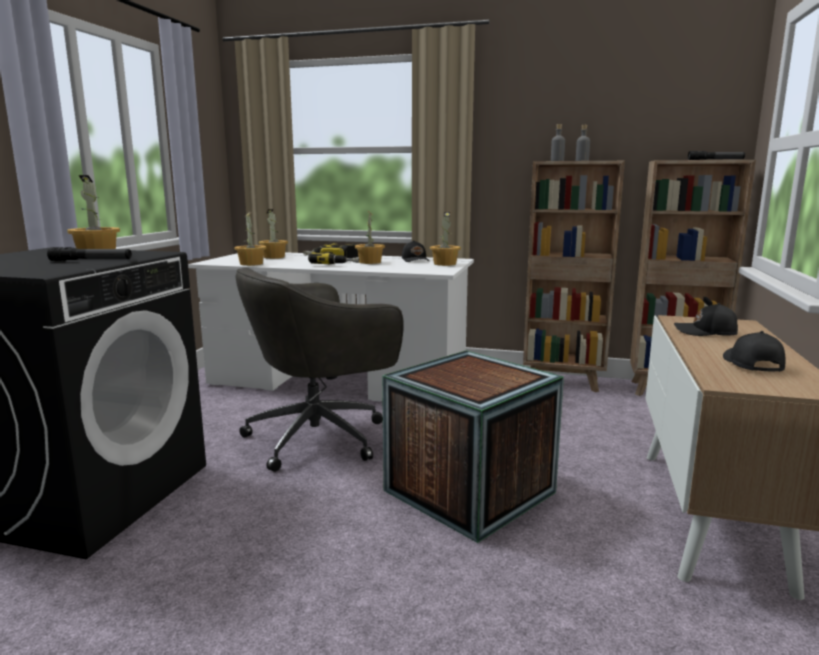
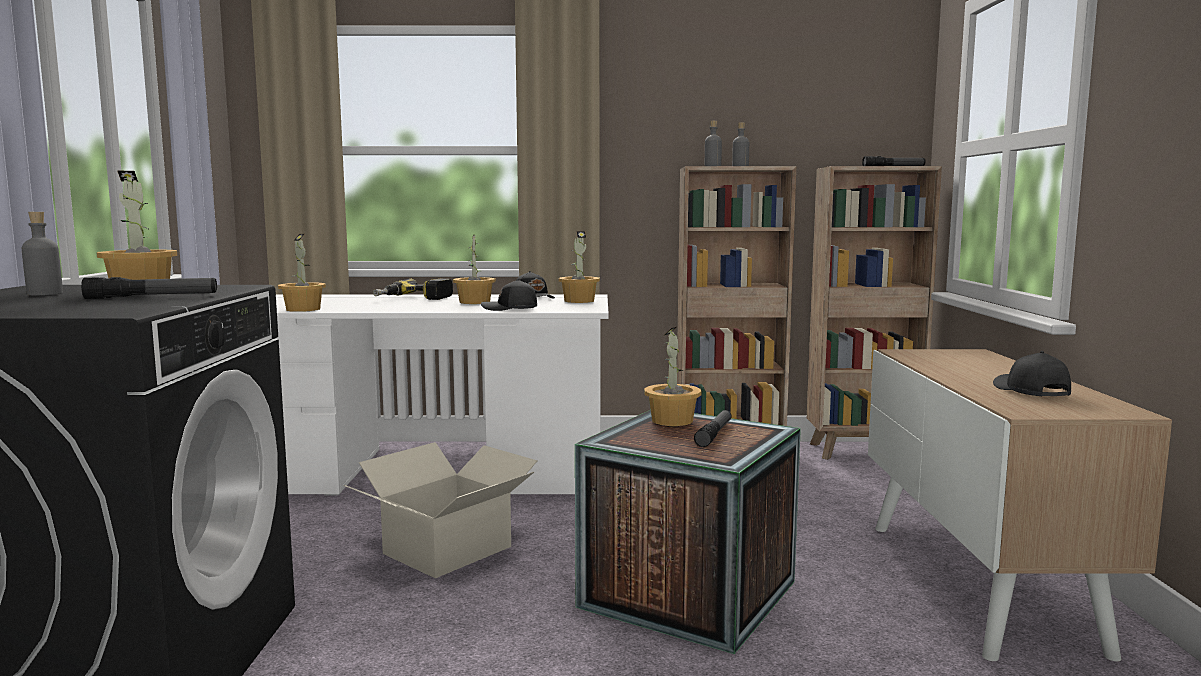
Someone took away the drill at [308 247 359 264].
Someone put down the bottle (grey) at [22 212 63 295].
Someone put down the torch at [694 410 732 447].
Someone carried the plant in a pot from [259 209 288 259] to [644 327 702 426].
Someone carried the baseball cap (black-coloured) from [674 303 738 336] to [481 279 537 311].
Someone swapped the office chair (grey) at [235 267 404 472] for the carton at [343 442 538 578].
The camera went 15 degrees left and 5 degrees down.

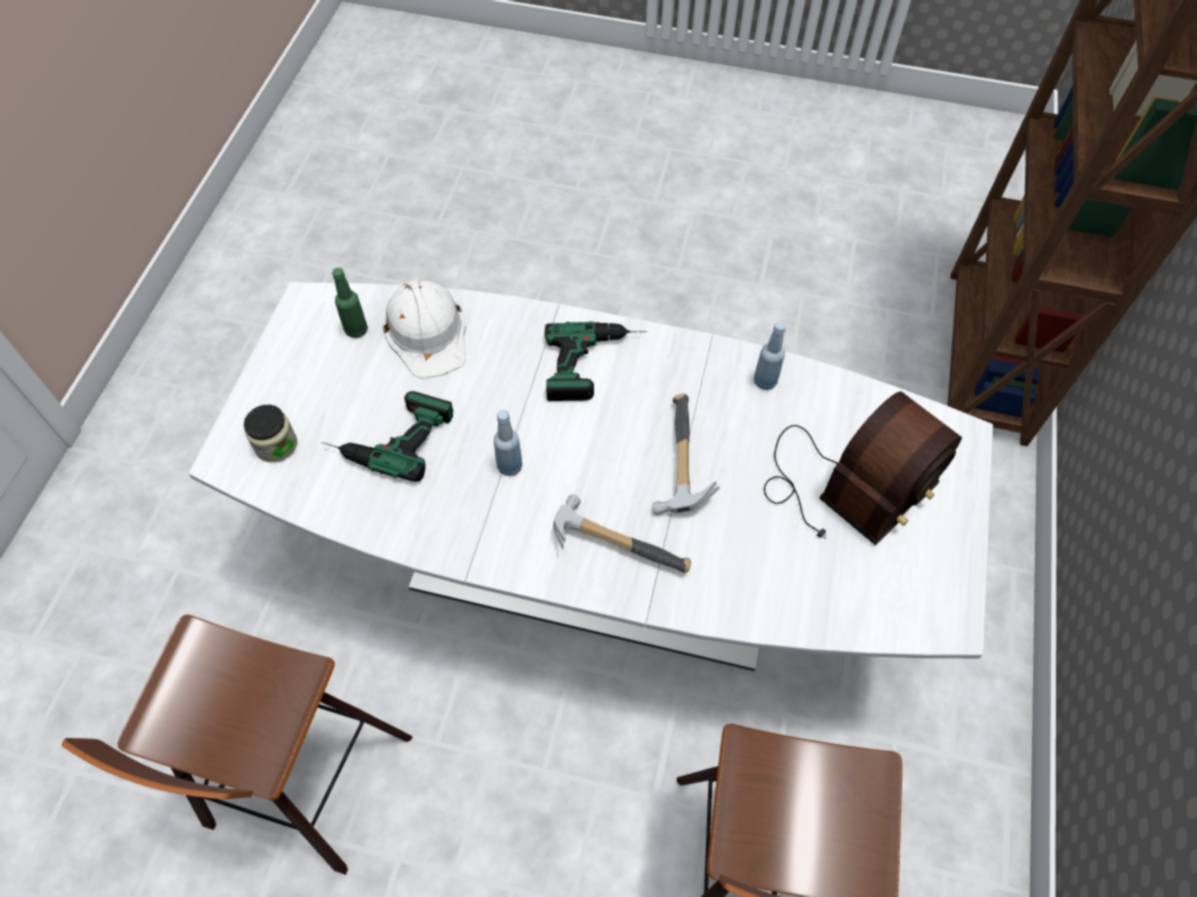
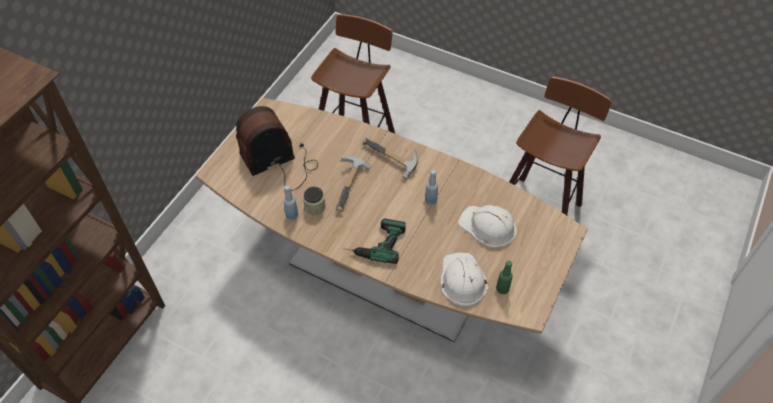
Someone carried the preserve jar from [244 405 297 462] to [303 187 325 215].
Someone swapped the drill at [321 391 453 482] for the work helmet (white-coloured) at [458 205 516 248].
Someone repainted the dinner table (white-coloured) at [188 282 993 671], which became the dinner table (brown) at [196 98 588 343].
The camera went 165 degrees left and 5 degrees down.

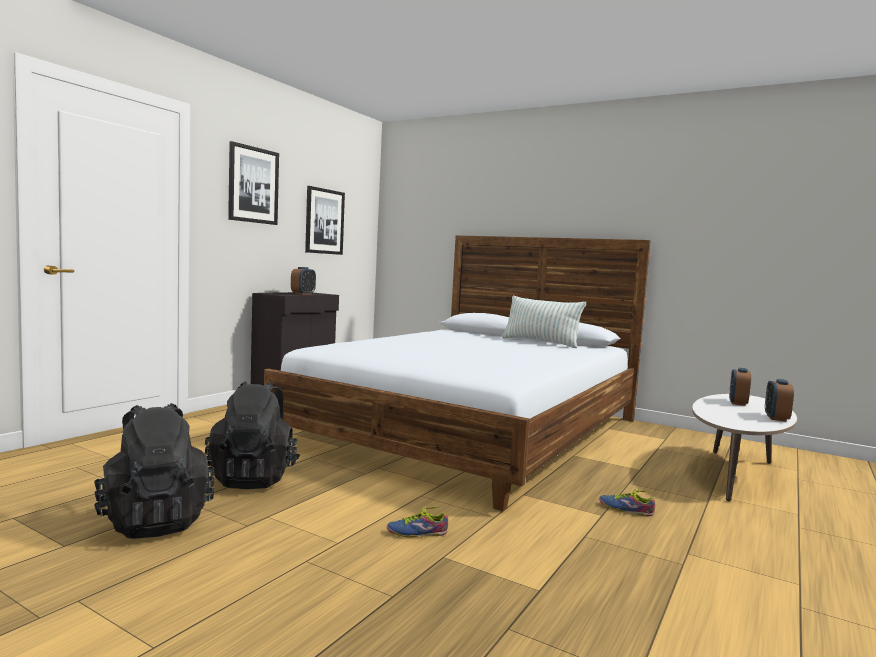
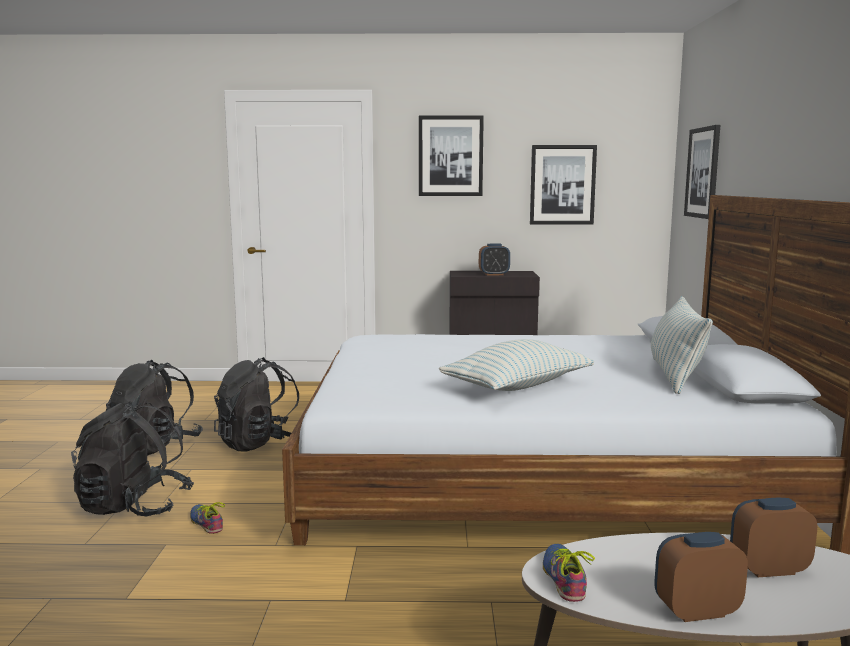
Someone put down the knapsack (black-coloured) at [71 403 194 516].
Someone put down the pillow at [439 339 594 391].
Someone put up the wall picture at [684 125 720 219].
Someone carried the shoe from [599 489 655 516] to [543 544 595 602].
The camera went 60 degrees right and 5 degrees up.

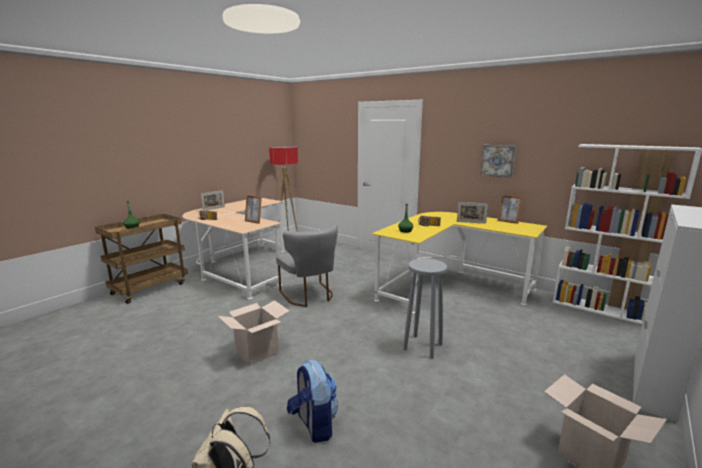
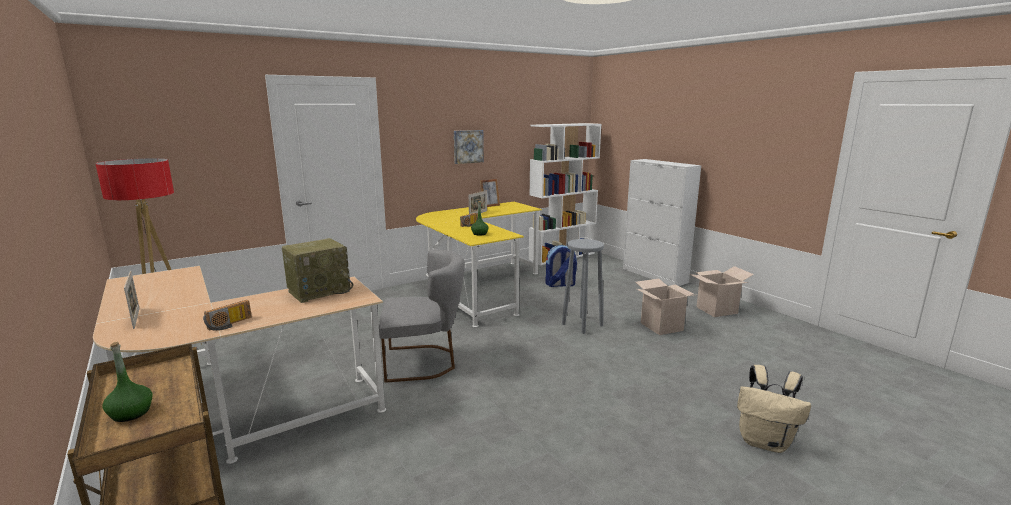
Someone carried the carton from [218 300 290 366] to [636 279 698 335].
Someone carried the knapsack from [287 360 338 443] to [545 245 577 287].
Someone swapped the photo frame at [245 195 262 224] for the radio receiver at [282 238 353 303].
The camera went 70 degrees left and 0 degrees up.

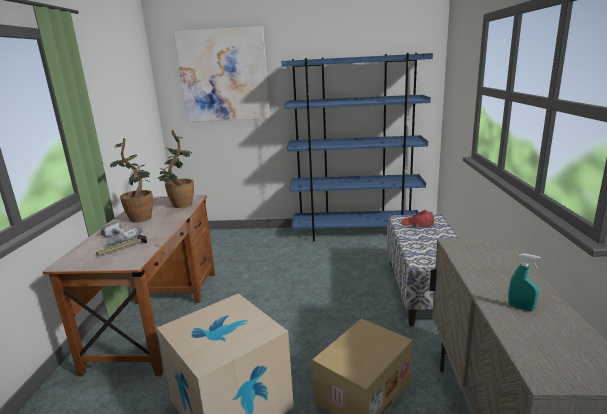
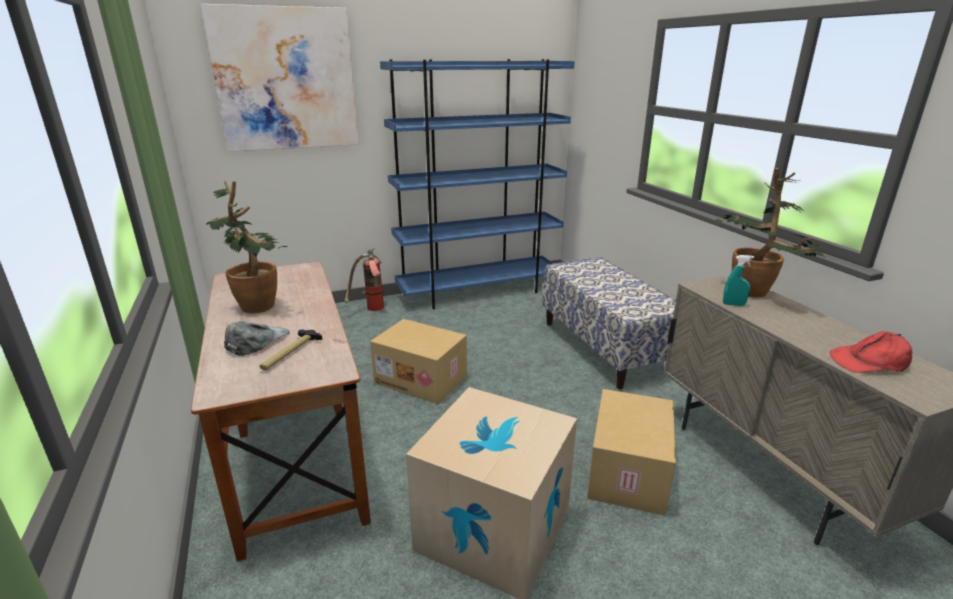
Someone put down the extinguisher at [345 248 384 311].
Someone put down the carton at [370 319 467 404].
Someone carried the plant in a pot from [158 130 194 208] to [716 168 825 297].
Someone carried the baseball cap (reddish) from [401 210 434 227] to [829 331 912 373].
Someone carried the hand sprayer (blue-green) from [508 253 540 311] to [723 255 754 306].
Someone swapped the drill at [101 222 142 245] for the baseball cap (grey) at [224 321 290 356].
The camera went 25 degrees left and 5 degrees up.

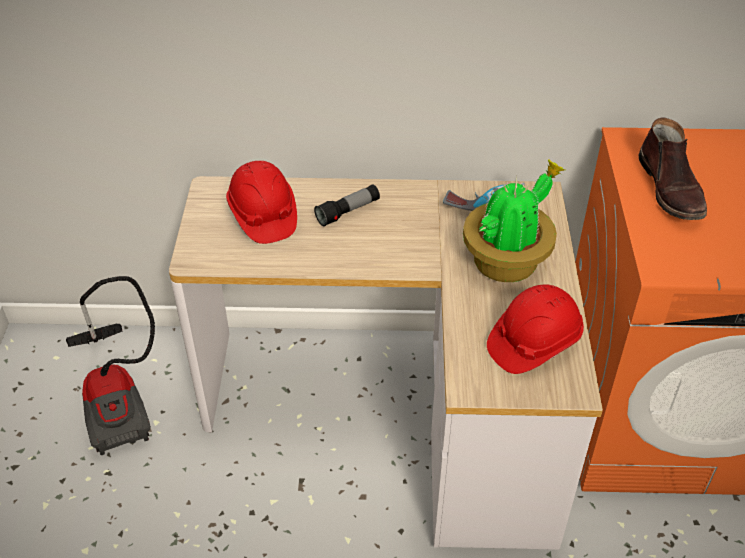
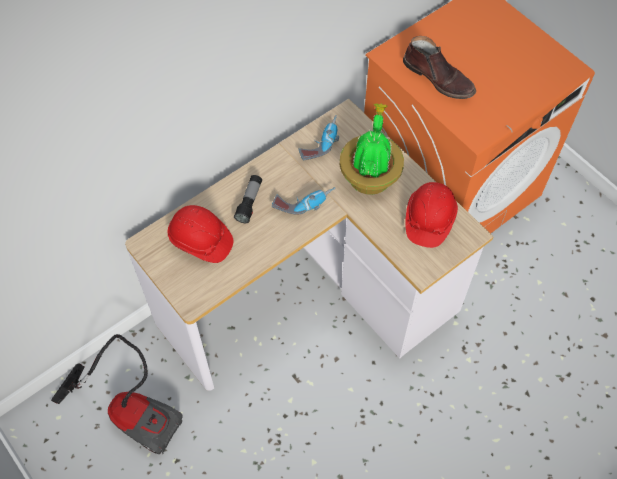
Someone put down the drill at [272 187 336 215].
The camera went 40 degrees left and 15 degrees up.

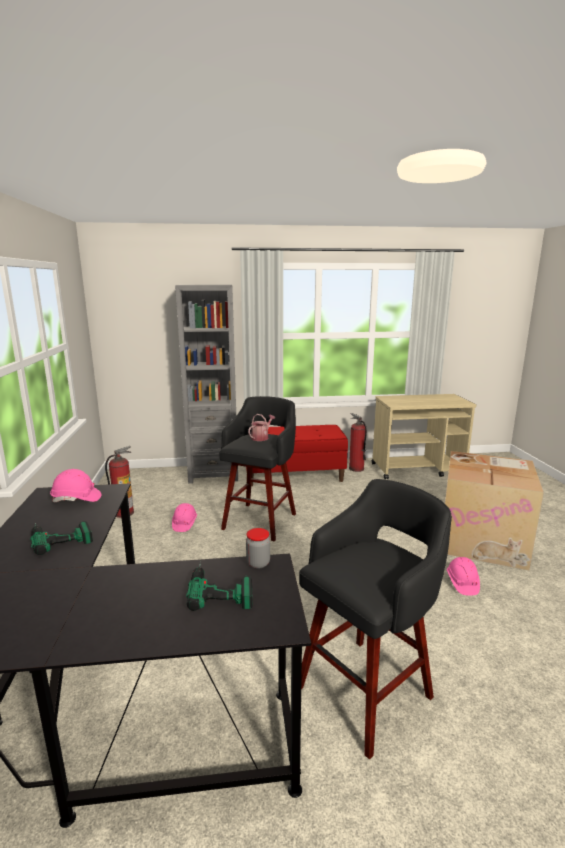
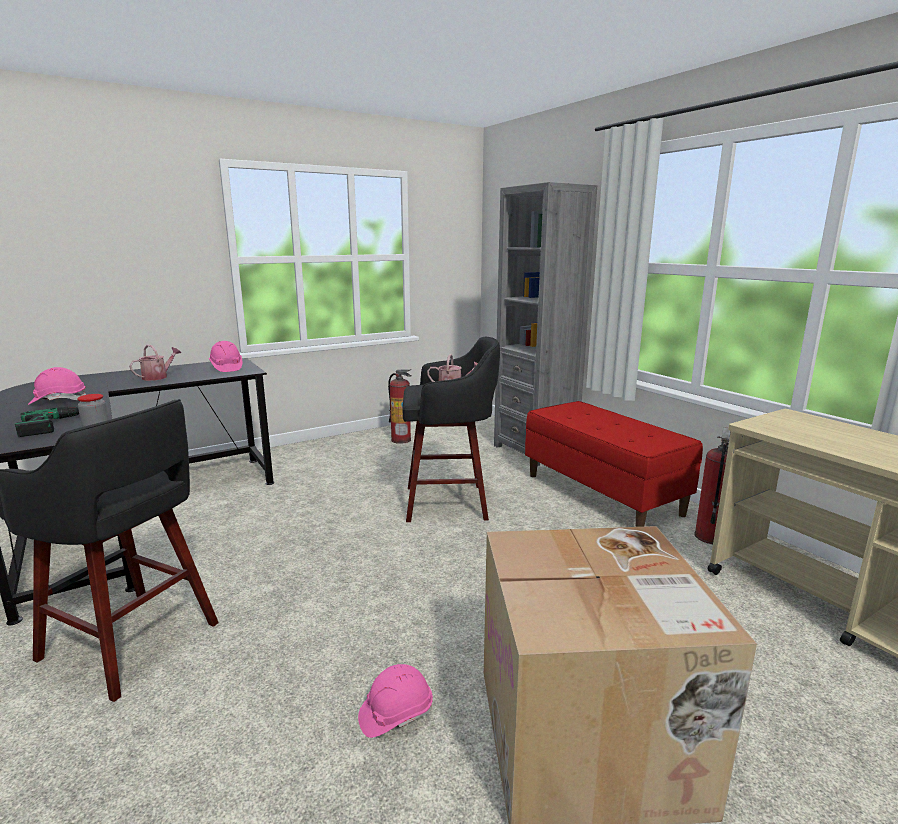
Someone carried the work helmet (pink-coloured) from [172 503 197 532] to [28 367 86 405].
Someone swapped the drill at [30 521 93 555] for the watering can at [129 345 181 381].
The camera went 65 degrees right and 0 degrees up.

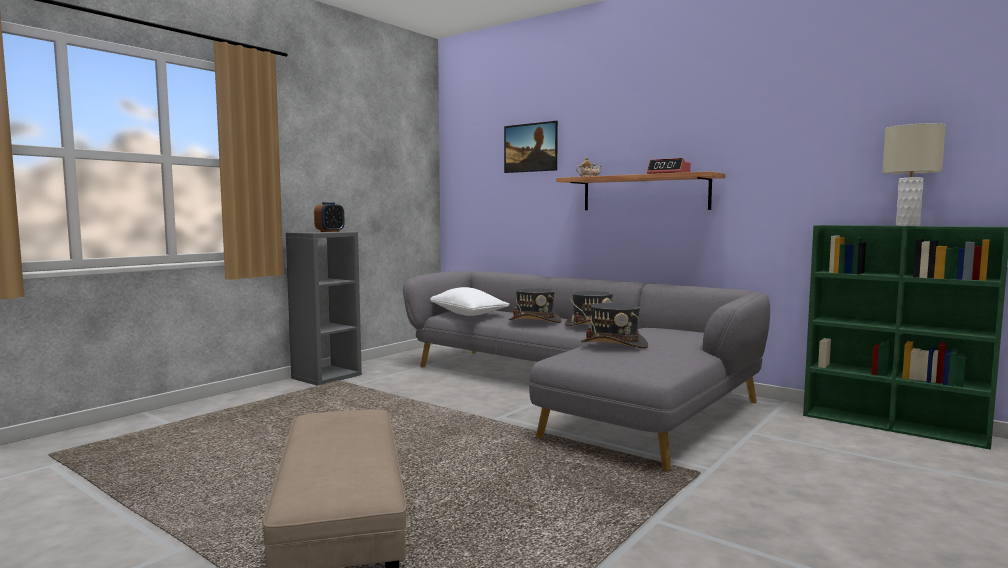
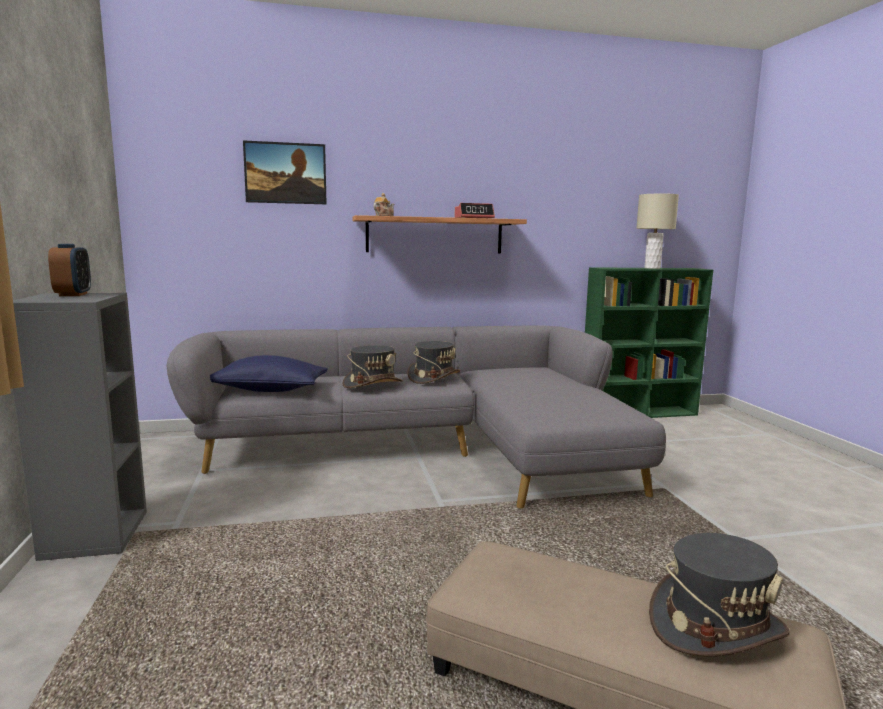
Someone carried the hat (grey) from [581 303 648 349] to [649 533 790 657].
Someone repainted the pillow (white-coloured) at [430 287 510 316], which became the pillow (blue-coloured) at [210 355 328 392].
The camera went 50 degrees left and 5 degrees up.

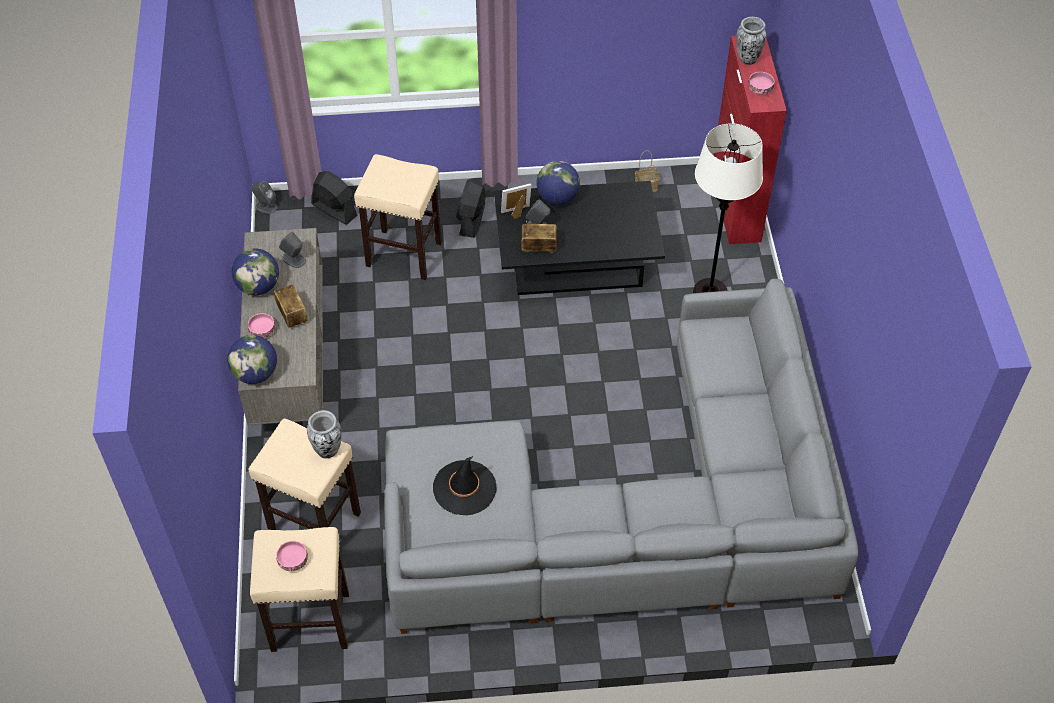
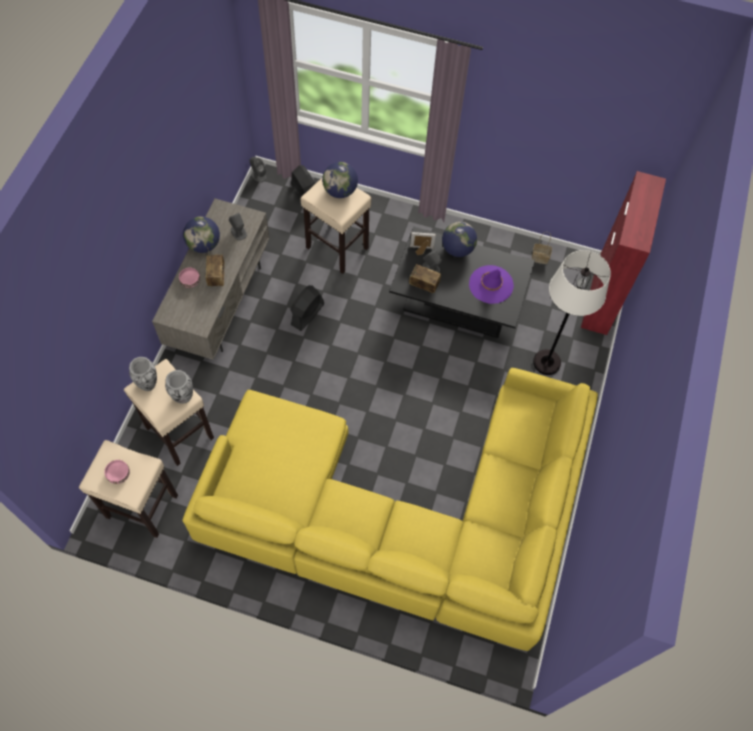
Someone took away the hat (black-coloured) at [433 456 497 515].
Someone took away the serving bowl (pink-coloured) at [748 72 775 95].
Someone put down the hat (purple-coloured) at [469 265 514 304].
Someone carried the world globe from [227 335 277 384] to [322 162 358 198].
Someone carried the electric fan (black-coloured) from [456 179 486 238] to [290 285 324 331].
Someone carried the decorative vase from [736 17 766 65] to [129 357 157 391].
Someone repainted the settee (grey) at [385 279 859 634], which became the settee (yellowish) at [182 368 598 651].
The camera went 20 degrees right and 10 degrees up.

